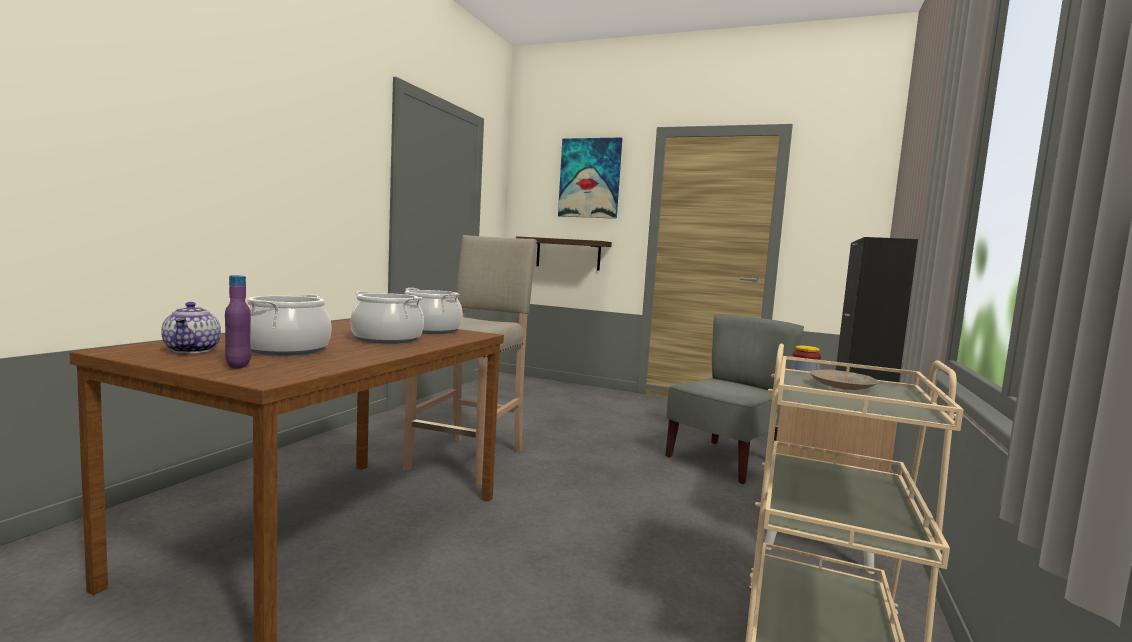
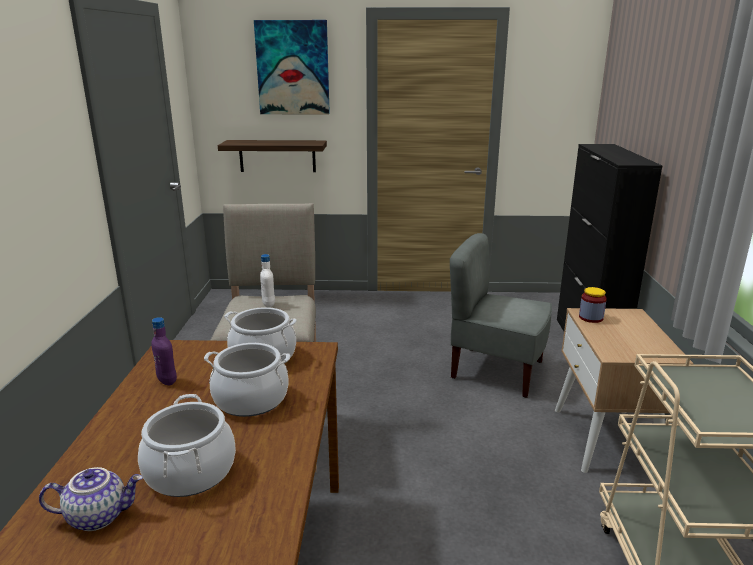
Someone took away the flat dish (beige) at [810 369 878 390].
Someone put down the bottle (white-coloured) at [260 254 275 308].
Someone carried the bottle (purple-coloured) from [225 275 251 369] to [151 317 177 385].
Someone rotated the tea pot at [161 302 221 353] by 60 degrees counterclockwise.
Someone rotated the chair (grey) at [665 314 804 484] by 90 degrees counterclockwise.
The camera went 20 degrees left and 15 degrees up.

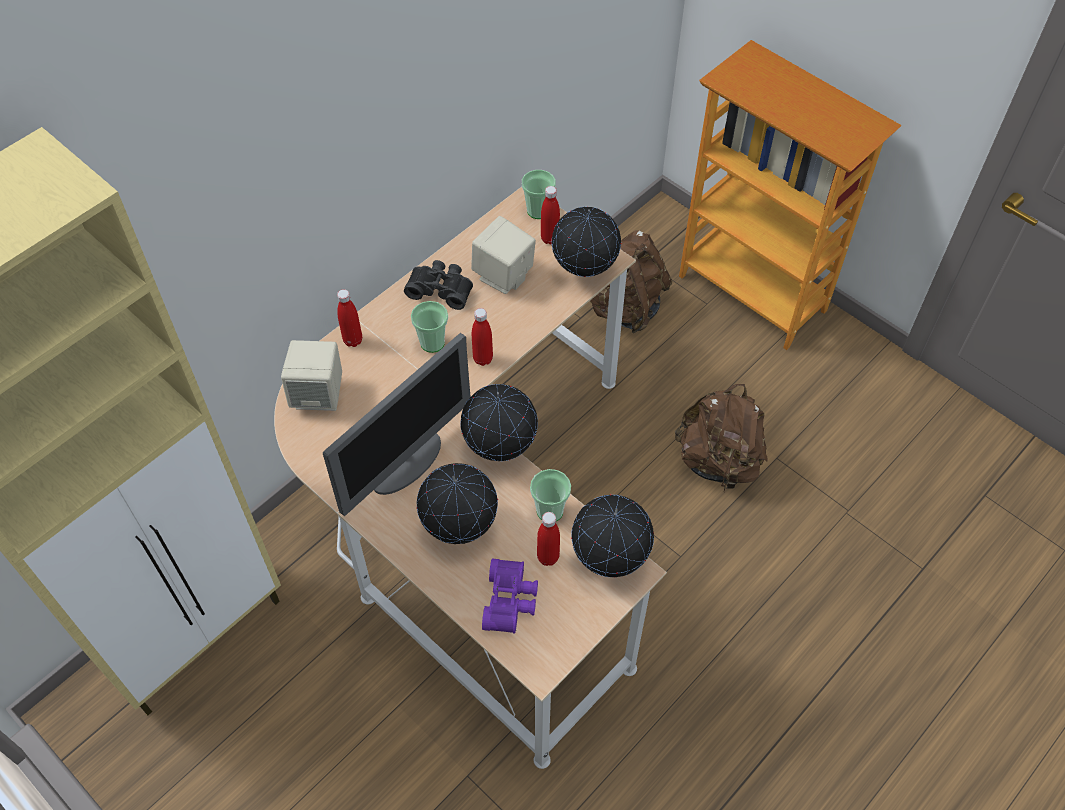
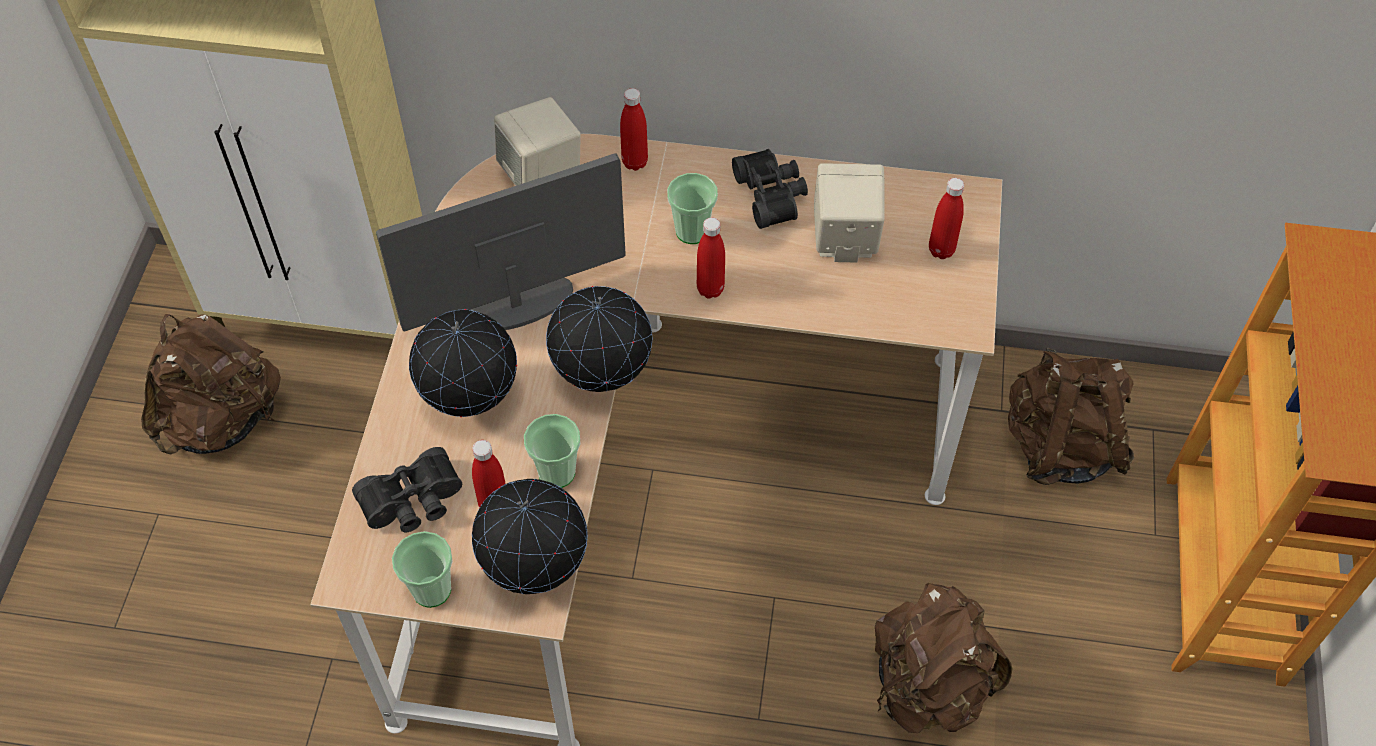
Someone took away the world globe at [551 207 621 277].
Someone put down the knapsack (brown) at [141 314 281 454].
Someone carried the small cup from [522 170 556 219] to [392 531 453 608].
Someone repainted the binoculars (purple-coloured) at [482 559 538 634], which became the binoculars (black-coloured) at [352 447 462 532].
Someone rotated the monitor at [323 333 471 516] by 150 degrees clockwise.
The camera went 55 degrees right and 0 degrees up.

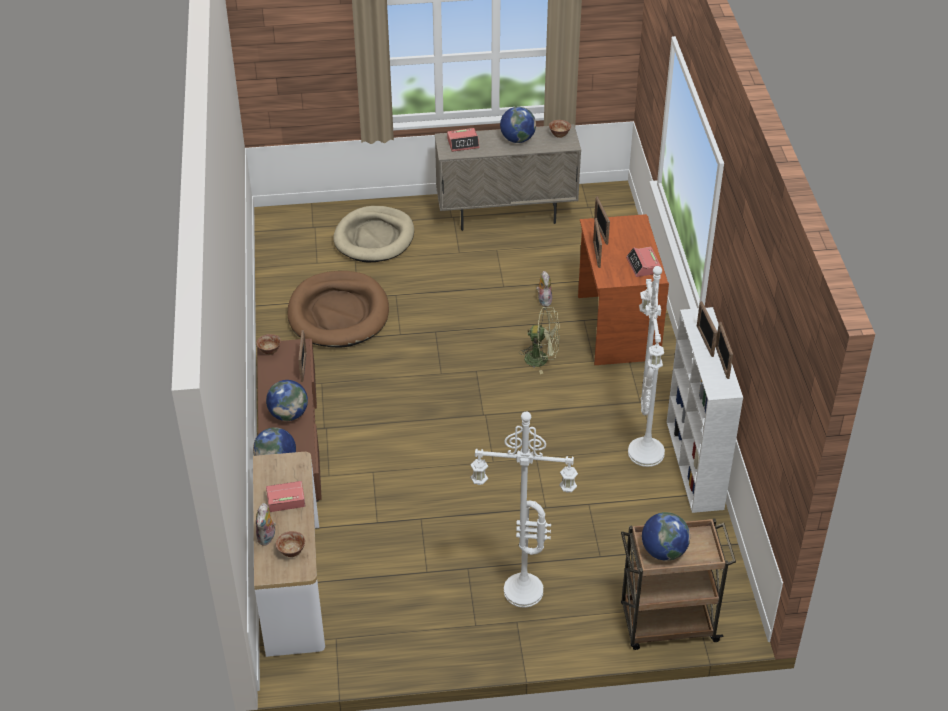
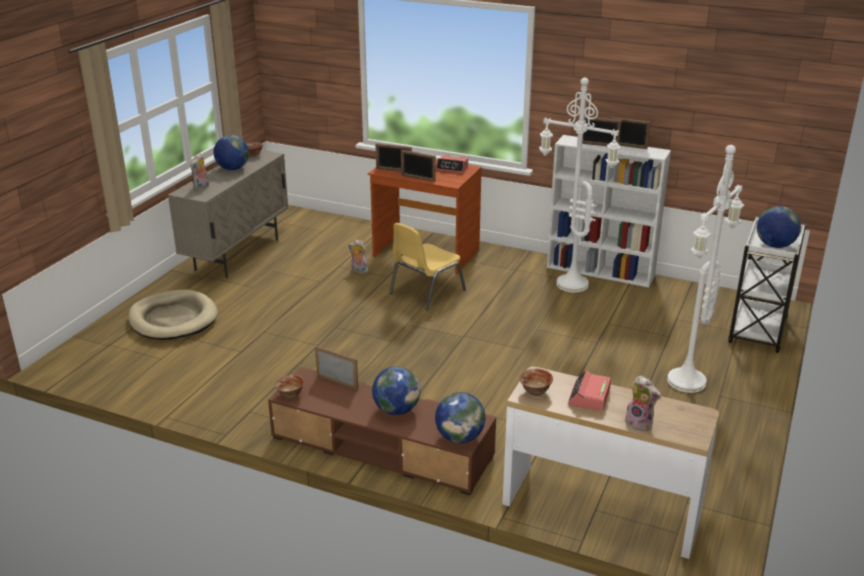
Someone took away the pet bed (brown) at [288 271 389 347].
Someone carried the serving bowl from [276 531 305 557] to [519 368 553 396].
Someone swapped the table clock at [447 128 480 152] for the cuddly toy at [190 153 209 191].
Someone swapped the electric fan (greenish) at [519 307 560 374] for the chair (yellowish) at [389 223 466 310].
Someone repainted the cart (brown) at [621 519 736 650], which became the cart (white-coloured) at [728 216 806 353].
The camera went 60 degrees left and 15 degrees down.

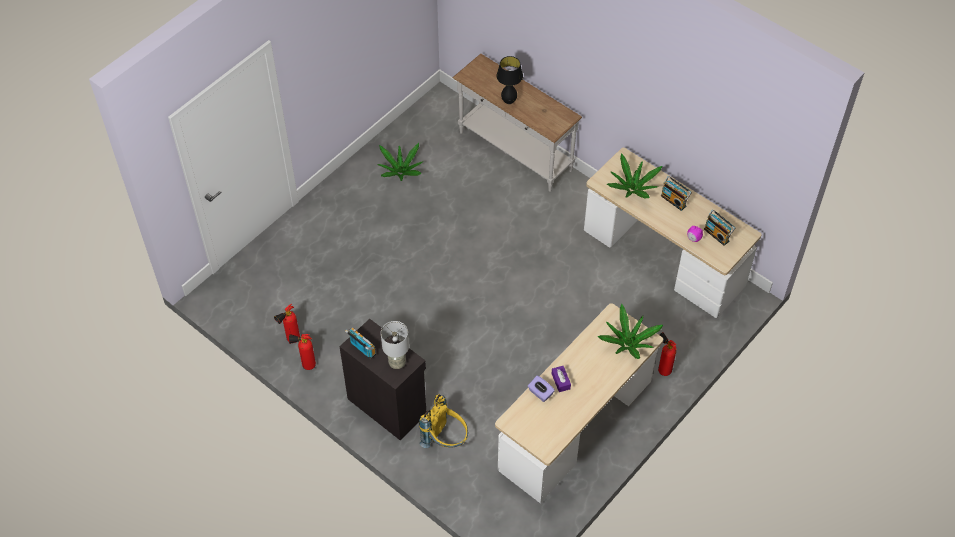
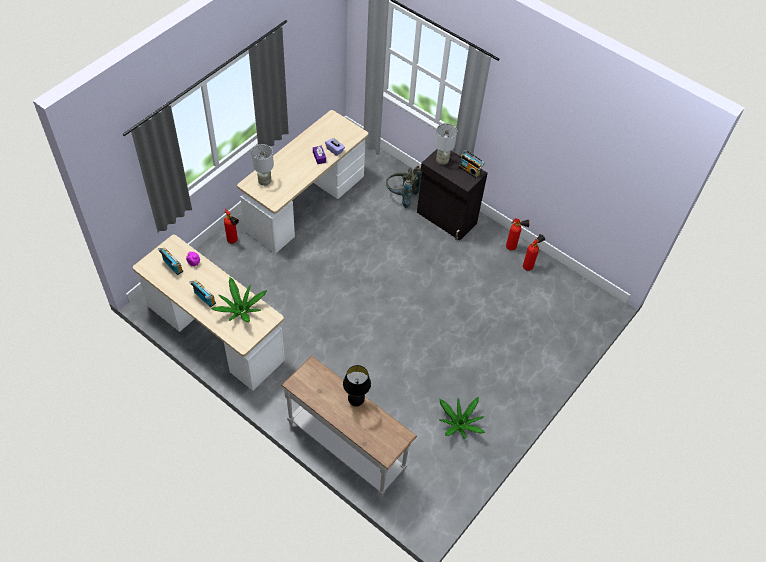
Someone swapped the plant in a pot at [598 304 663 359] for the tabletop lamp (grey) at [251 144 274 186].
Someone repainted the knapsack (yellowish) at [419 394 468 448], which became the knapsack (grey) at [386 166 422 208].
The camera went 175 degrees right and 0 degrees up.

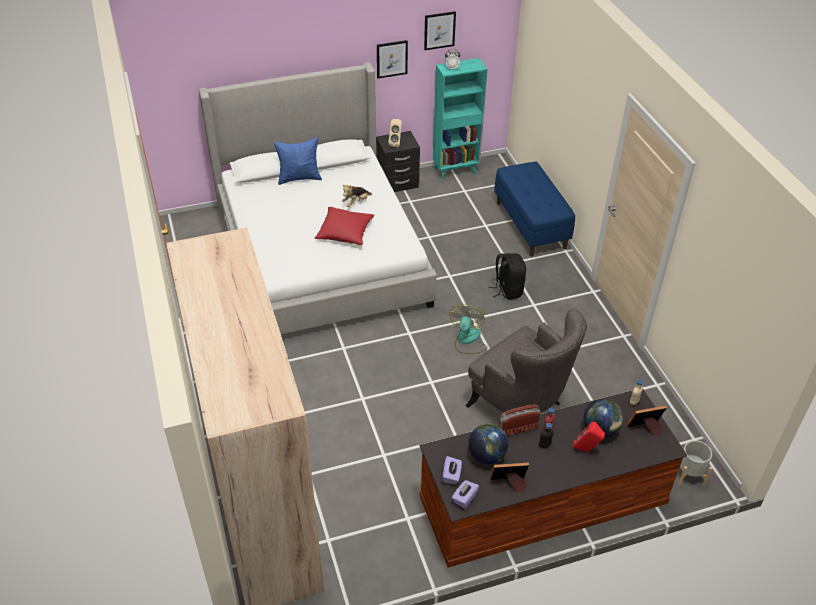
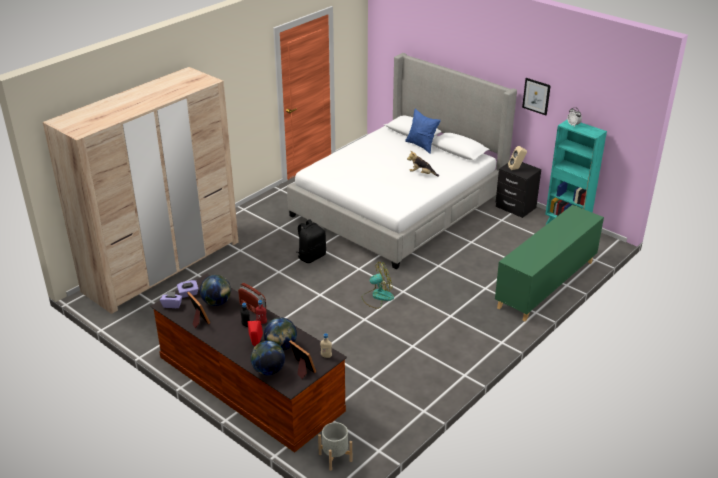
Someone took away the pillow (reddish) at [315 207 375 245].
Someone took away the wall picture at [424 11 456 50].
Someone took away the lounge chair (grey) at [465 309 587 413].
Someone put down the world globe at [251 341 285 375].
Someone carried the knapsack (black-coloured) from [489 253 526 300] to [297 219 326 263].
Someone swapped the bench (blue-coloured) at [494 161 575 257] for the storage cabinet (greenish) at [495 205 604 322].
The camera went 60 degrees right and 10 degrees down.

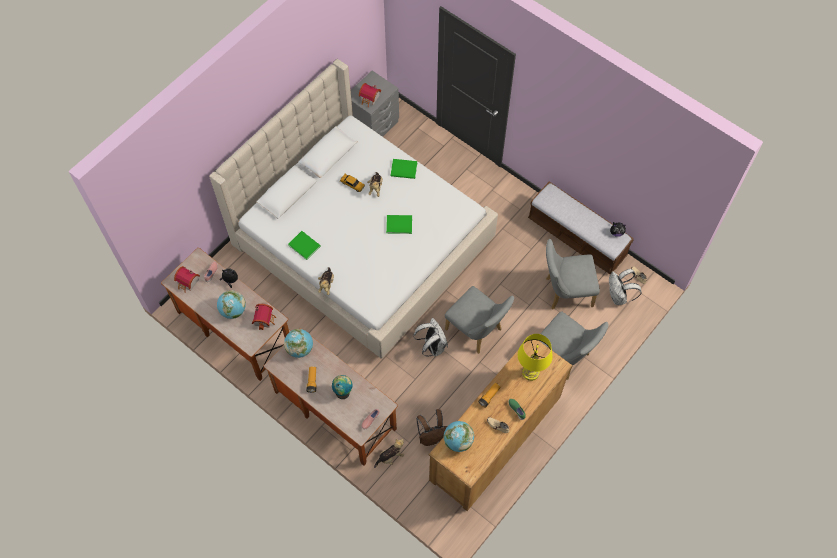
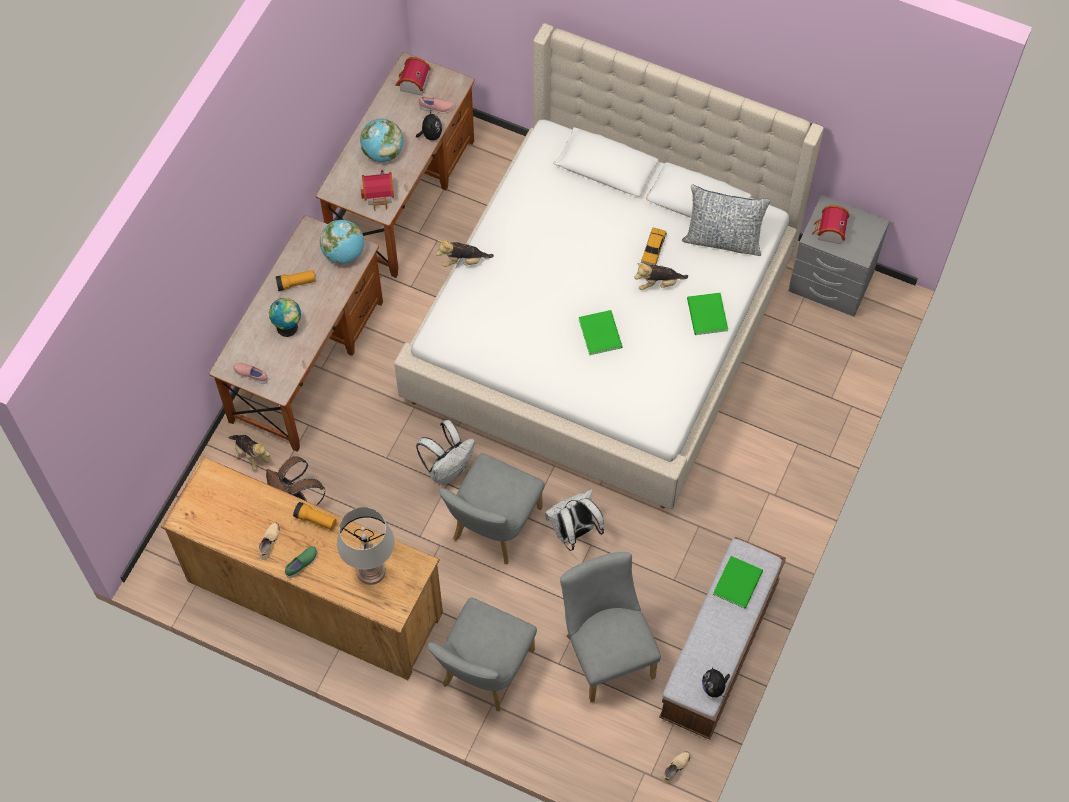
Someone took away the world globe at [444 421 474 452].
Someone put down the pillow at [682 184 771 256].
Someone carried the volume (greenish) from [288 231 321 260] to [713 556 763 609].
Someone carried the knapsack (white-coloured) from [609 269 642 305] to [545 489 604 551].
Someone repainted the tabletop lamp (yellowish) at [518 334 553 381], which became the tabletop lamp (grey) at [337 507 394 585].
The camera went 75 degrees right and 0 degrees up.

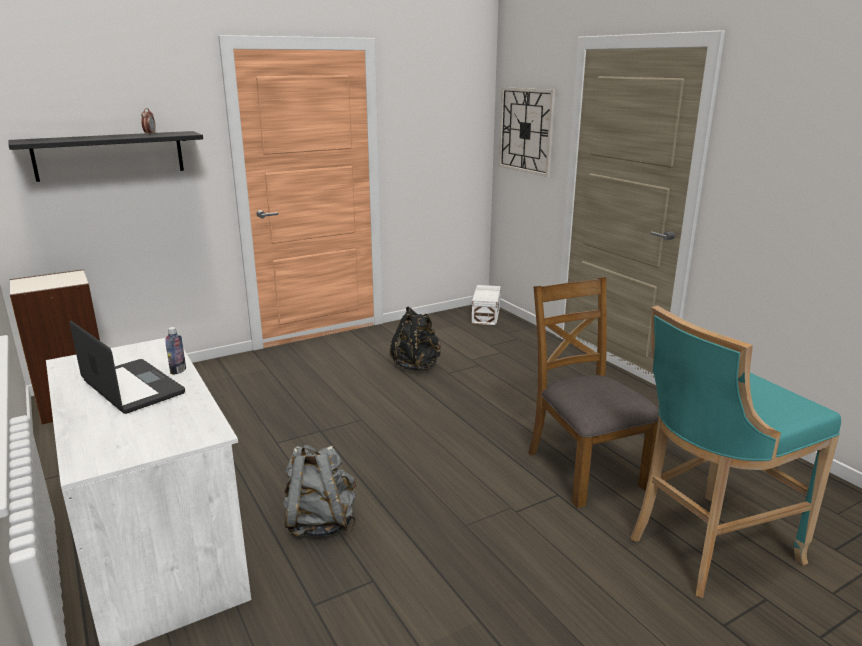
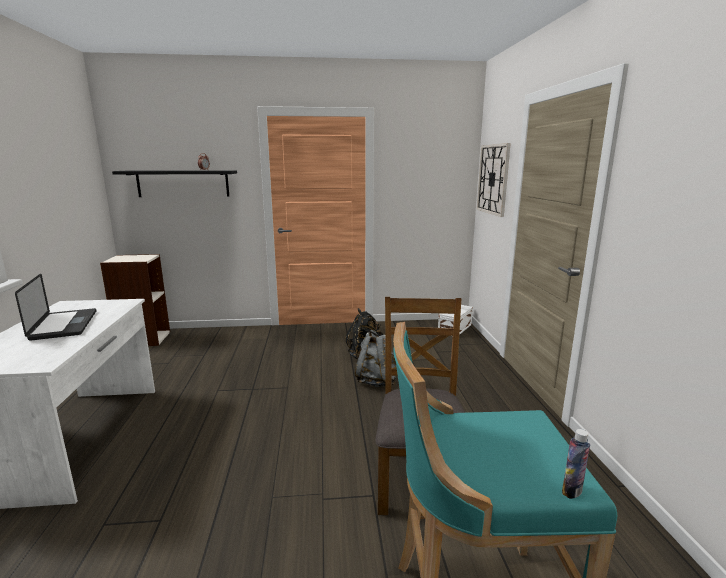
Someone carried the bottle from [165 327 186 375] to [562 429 590 499].
Someone carried the knapsack (grey) from [283 445 356 537] to [355 330 396 387].
The camera went 25 degrees right and 5 degrees down.

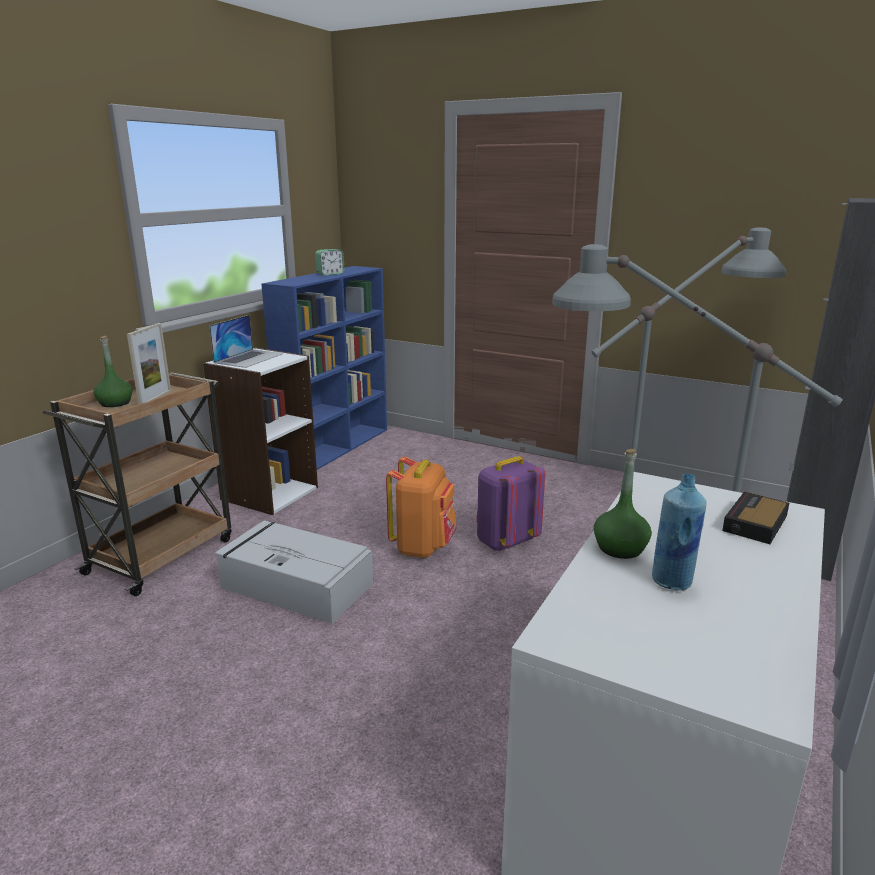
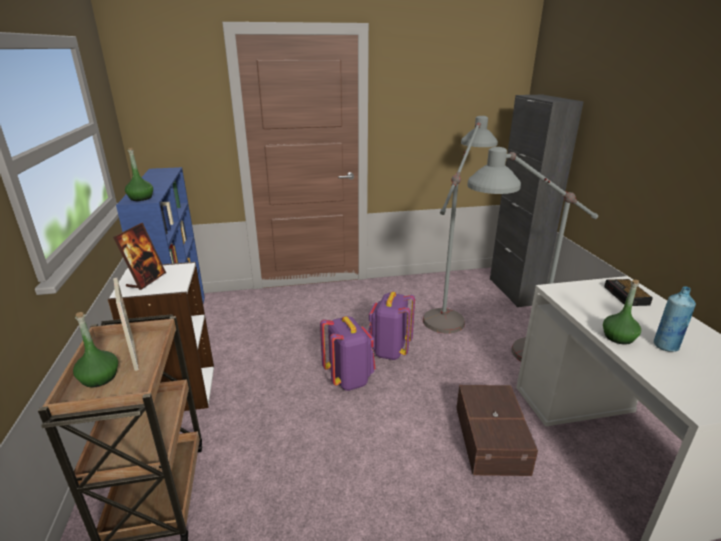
Someone took away the storage bin (grey) at [215 520 373 624].
Someone took away the table clock at [315 249 345 275].
Someone put down the bottle (greenish) at [125 148 153 201].
Someone put down the storage bin (brown) at [456 385 538 476].
Someone swapped the laptop at [209 315 283 368] for the photo frame at [113 223 166 290].
Someone repainted the knapsack (orangey) at [386 456 457 558], which became the knapsack (purple-coloured) at [320 316 375 391].
The camera went 40 degrees left and 5 degrees up.

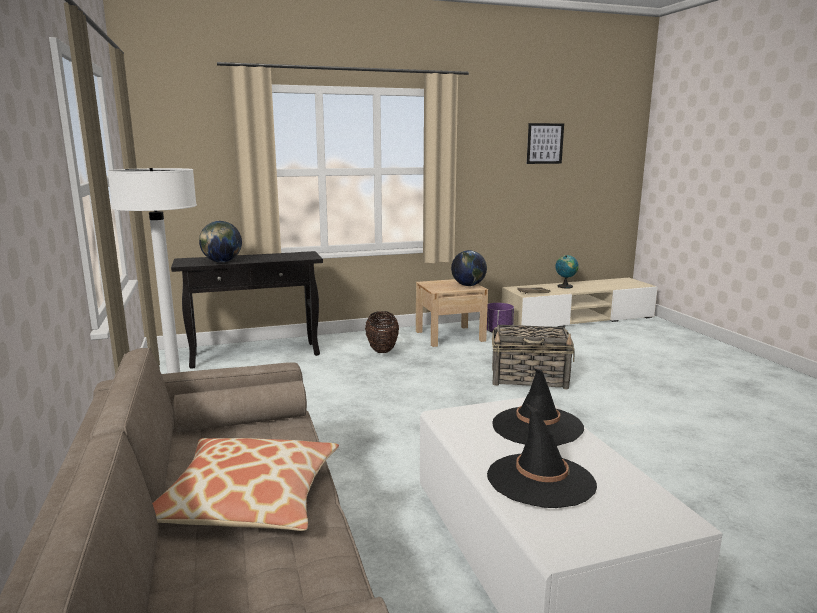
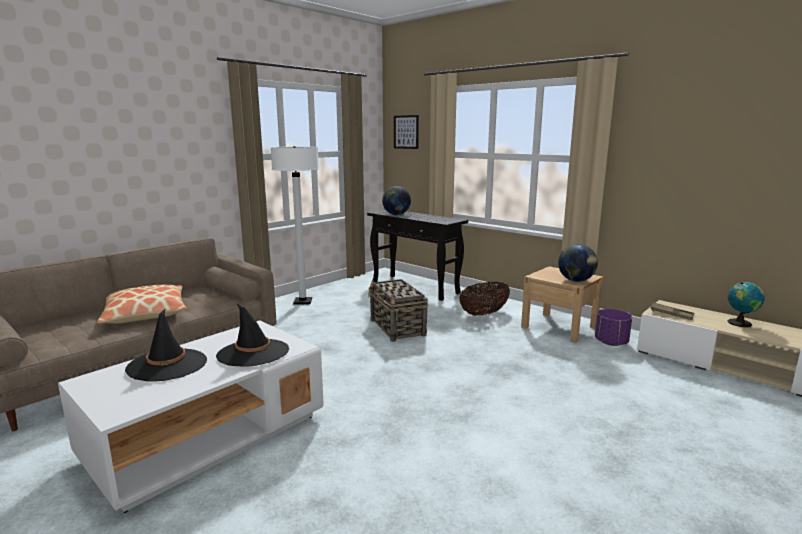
Someone carried the basket from [492 325 575 389] to [368 279 428 342].
Someone carried the wall picture from [527 123 564 164] to [394 115 419 149].
The camera went 60 degrees right and 0 degrees up.

